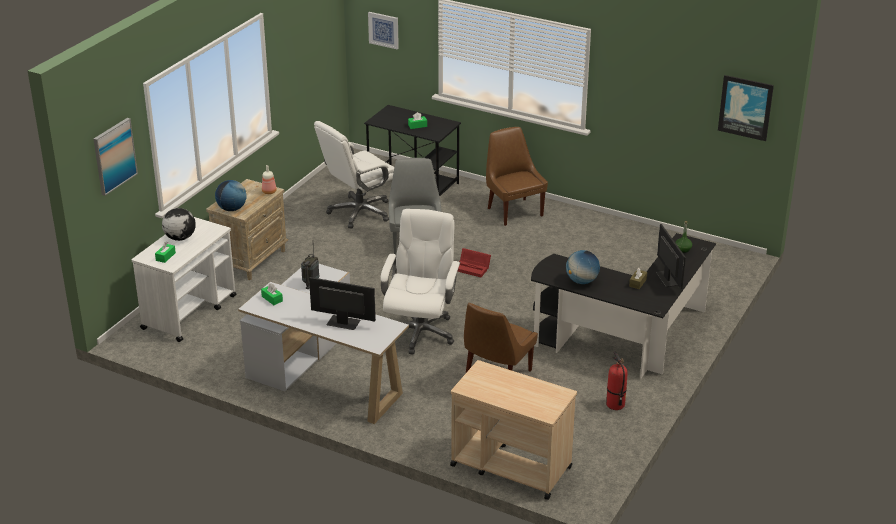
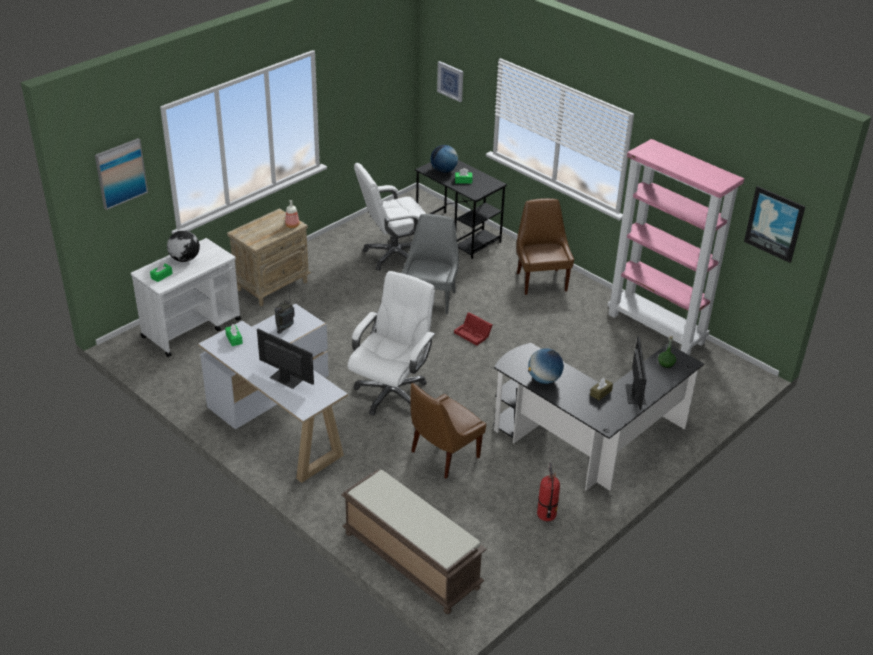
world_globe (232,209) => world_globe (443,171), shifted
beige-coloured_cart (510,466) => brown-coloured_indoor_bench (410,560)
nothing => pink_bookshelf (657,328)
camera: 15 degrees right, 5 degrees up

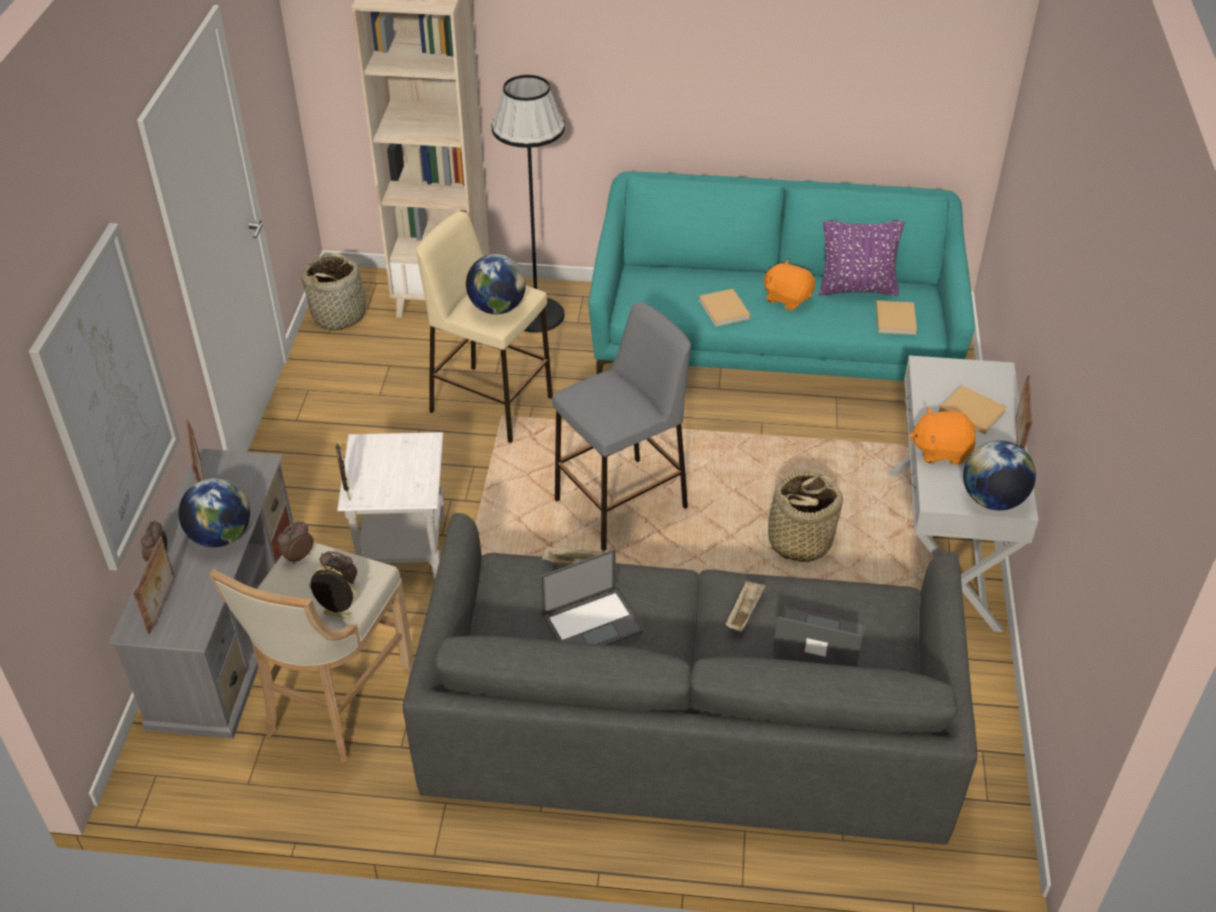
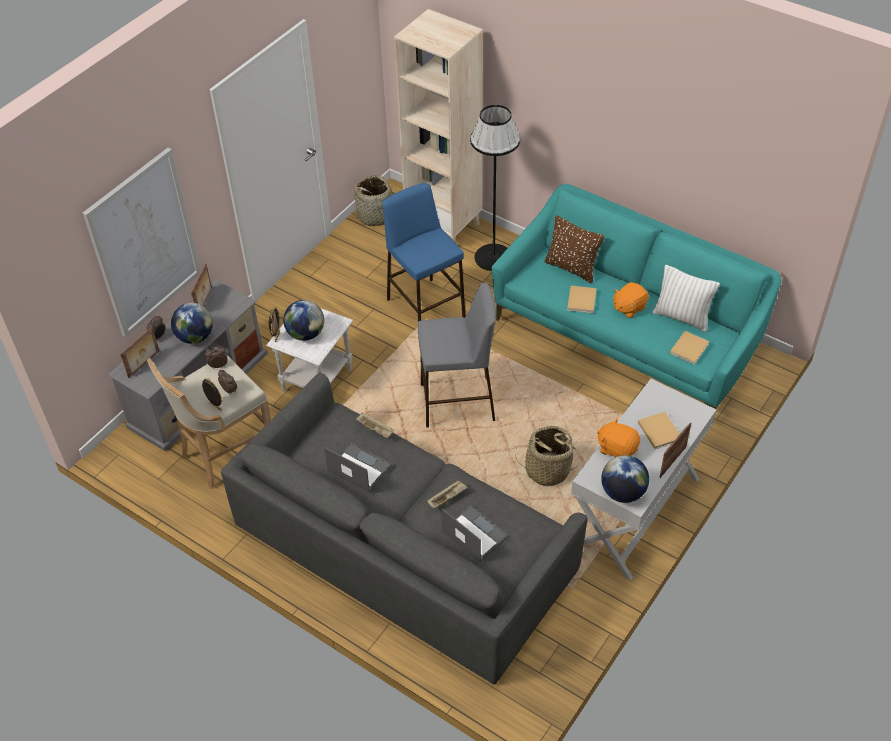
beige-coloured_stool (490,404) => blue-coloured_stool (425,307)
world_globe (497,308) => world_globe (306,334), shifted
portable_computer (593,623) => portable_computer (359,468), 150 degrees counterclockwise
orange_plush_toy (787,298) => orange_plush_toy (629,307), 105 degrees counterclockwise
purple_pillow (857,289) => white_pillow (681,317)
nothing => brown-coloured_pillow (571,268)
camera: 30 degrees right, 5 degrees up

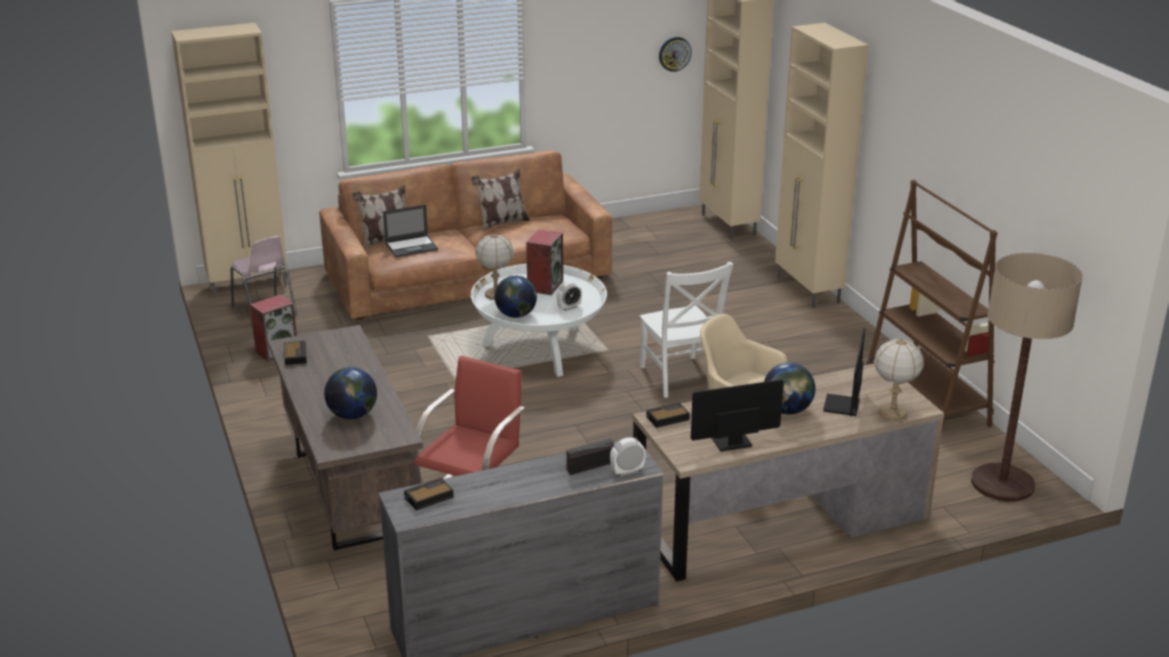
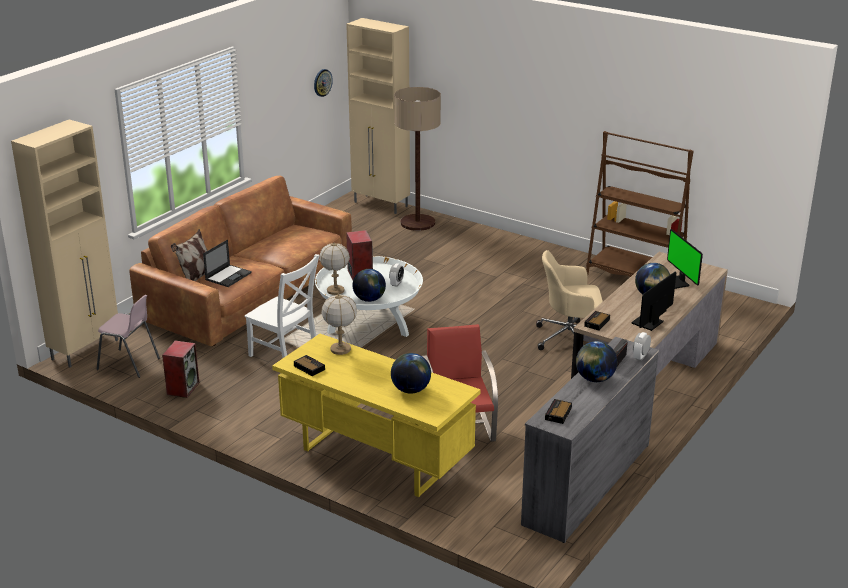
brown-coloured_desk_table (348,492) => yellow-coloured_desk_table (375,458)
pillow (501,223) => nothing
white_upright_chair (680,378) => white_upright_chair (285,354), shifted
beige-coloured_cabinet (808,291) => nothing
table_lamp (892,413) => table_lamp (340,349), shifted
standing_lamp (1002,483) => standing_lamp (417,223), shifted
nothing => world_globe (594,379)
camera: 35 degrees left, 0 degrees up

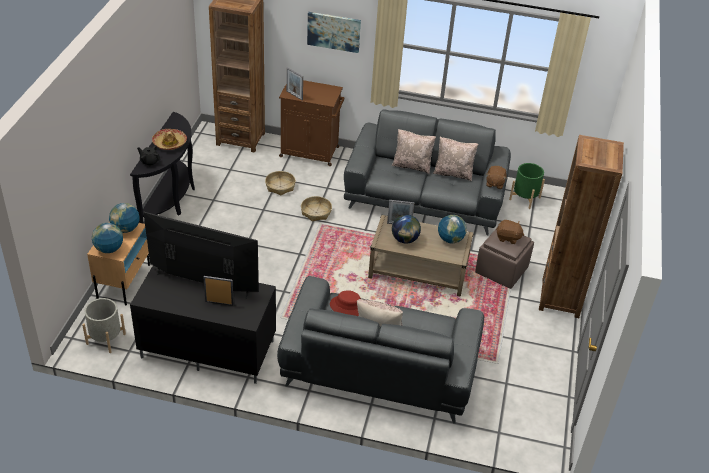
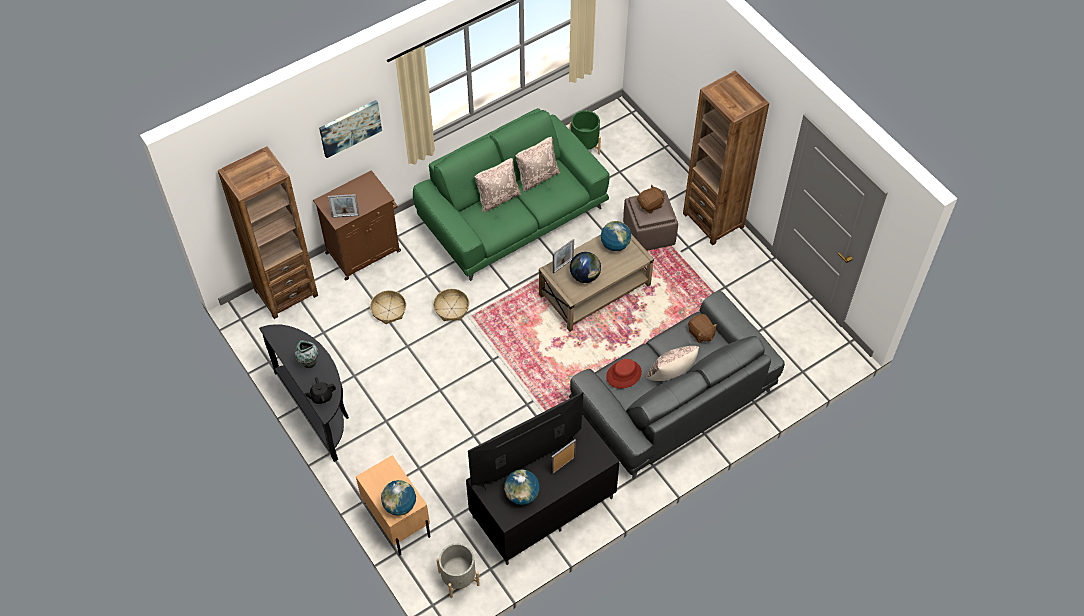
world_globe (125,229) => world_globe (522,495), shifted
hat (170,143) => flower_vase (308,362)
gray_settee (425,197) => greenish_settee (512,214)
brown-coloured_plush_toy (494,183) => brown-coloured_plush_toy (700,333), shifted
camera: 45 degrees left, 15 degrees up

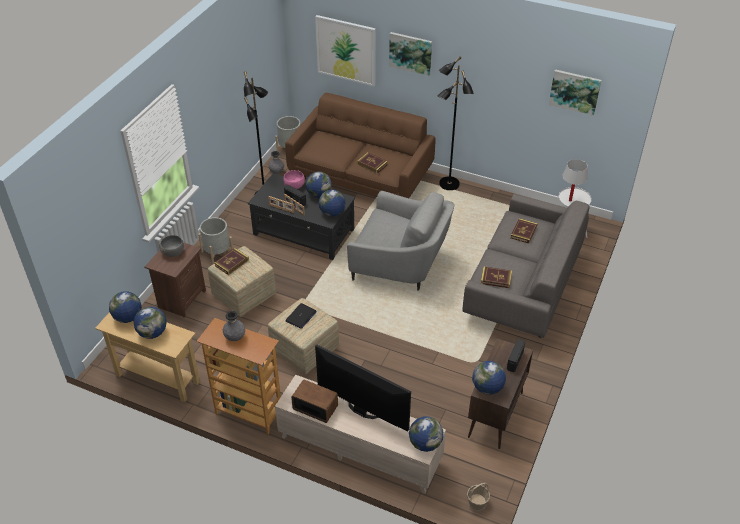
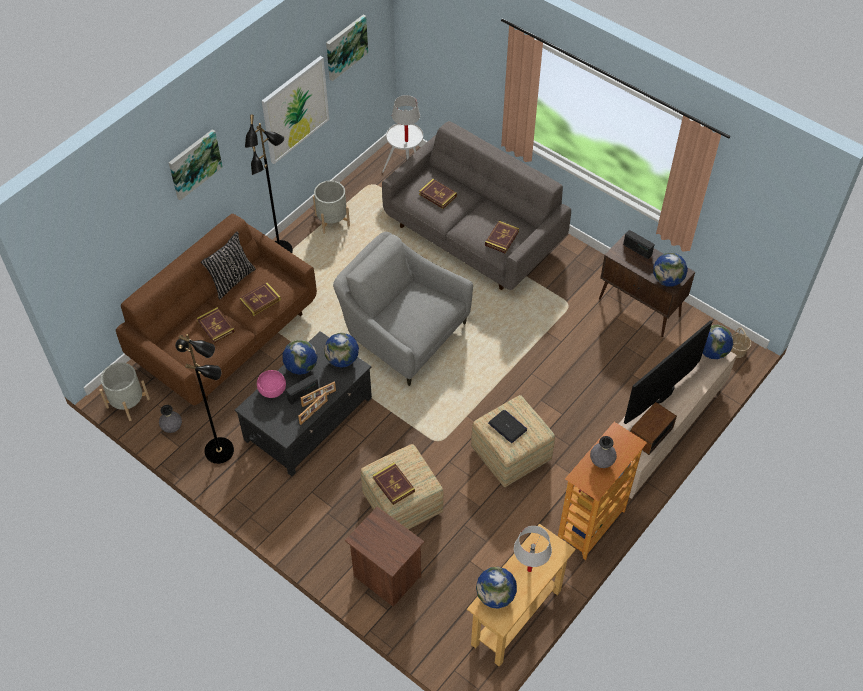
world_globe (152,333) => white_table_lamp (529,569)
gray_bowl (173,252) => nothing
gray_plant_pot (217,253) => gray_plant_pot (332,220), shifted
wall_picture (346,50) => wall_picture (295,109), shifted
gray_lounge_chair (400,264) => gray_lounge_chair (402,333), 90 degrees counterclockwise
nothing => bound_book (216,326)
nothing => black-coloured_pillow (231,280)
camera: 75 degrees left, 10 degrees up

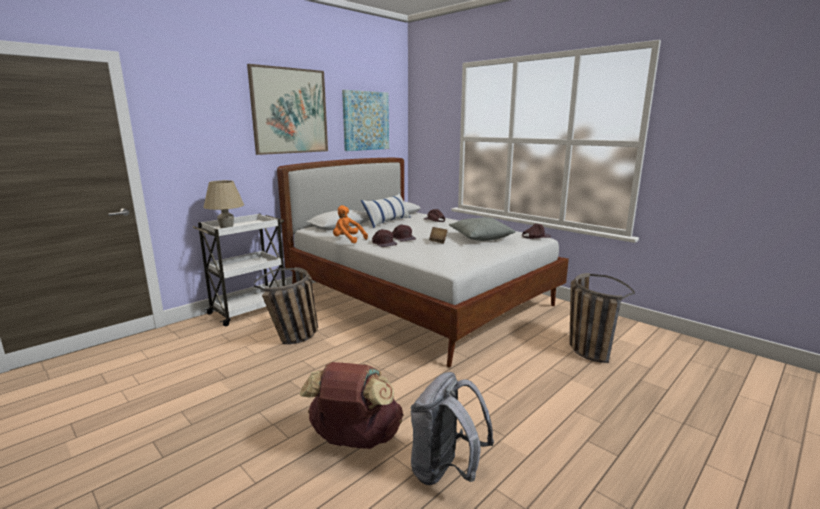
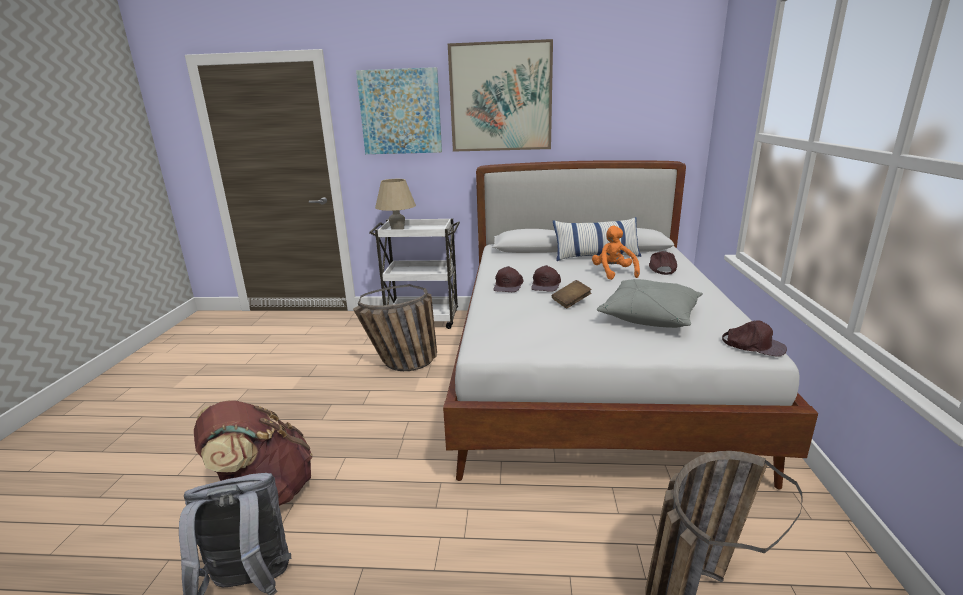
orange_plush_toy (348,240) => orange_plush_toy (613,273), shifted
wall_picture (365,121) => wall_picture (400,112), shifted
camera: 50 degrees right, 5 degrees up

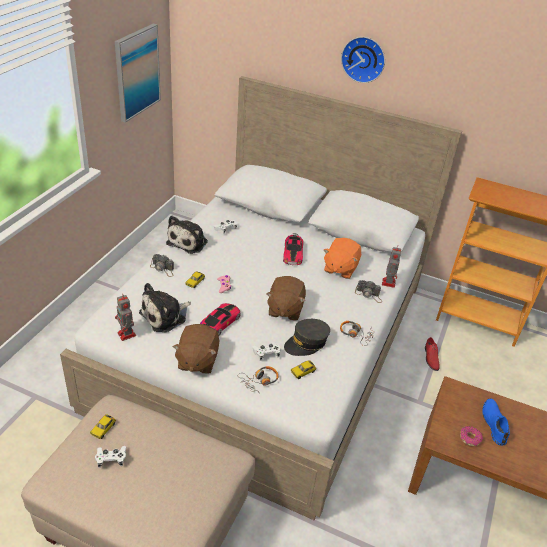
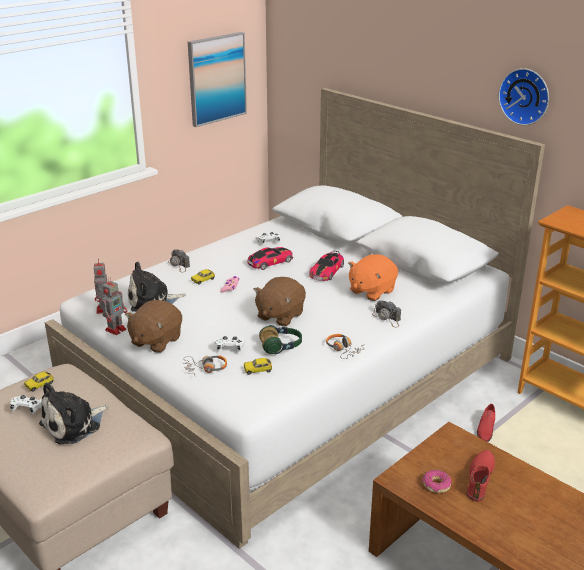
plush_toy (189,242) => plush_toy (74,425), shifted
miniature_car (220,323) => miniature_car (270,262), shifted
gray_baseball_cap (306,343) => headset (281,347)
hanging_clock (364,59) => hanging_clock (525,96), shifted
toy_robot (388,282) => toy_robot (116,329), shifted
blue-coloured_shoe (494,423) => red-coloured_shoe (480,479)
camera: 25 degrees right, 10 degrees down

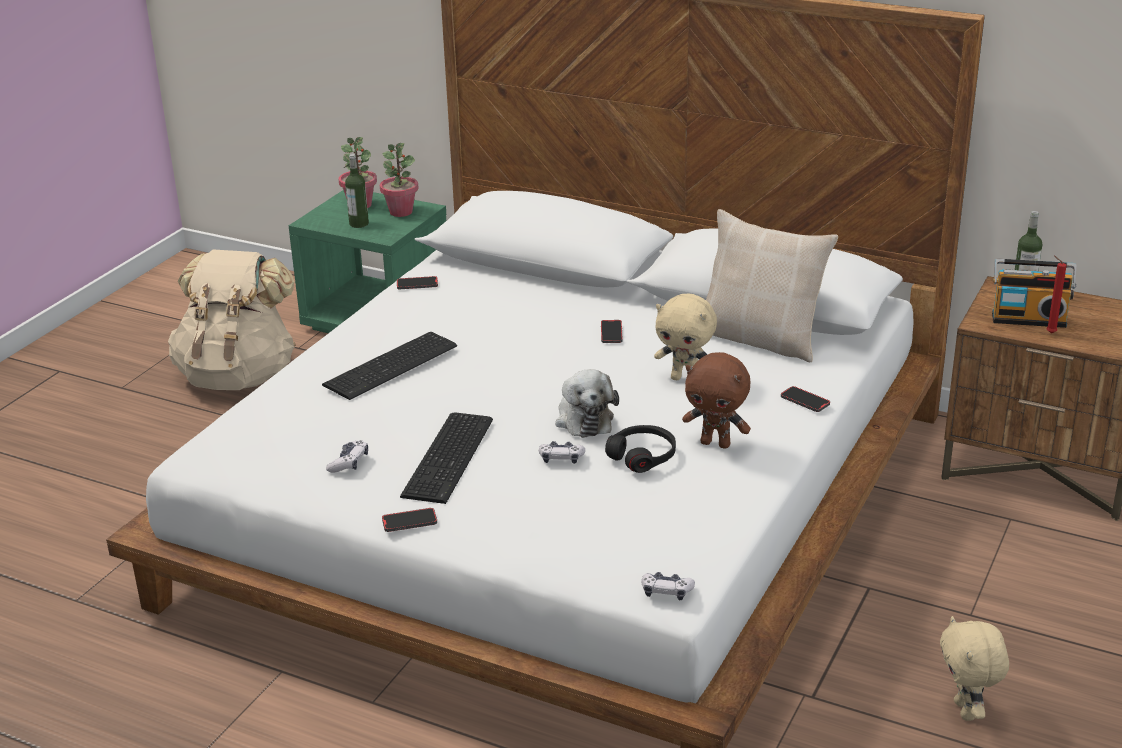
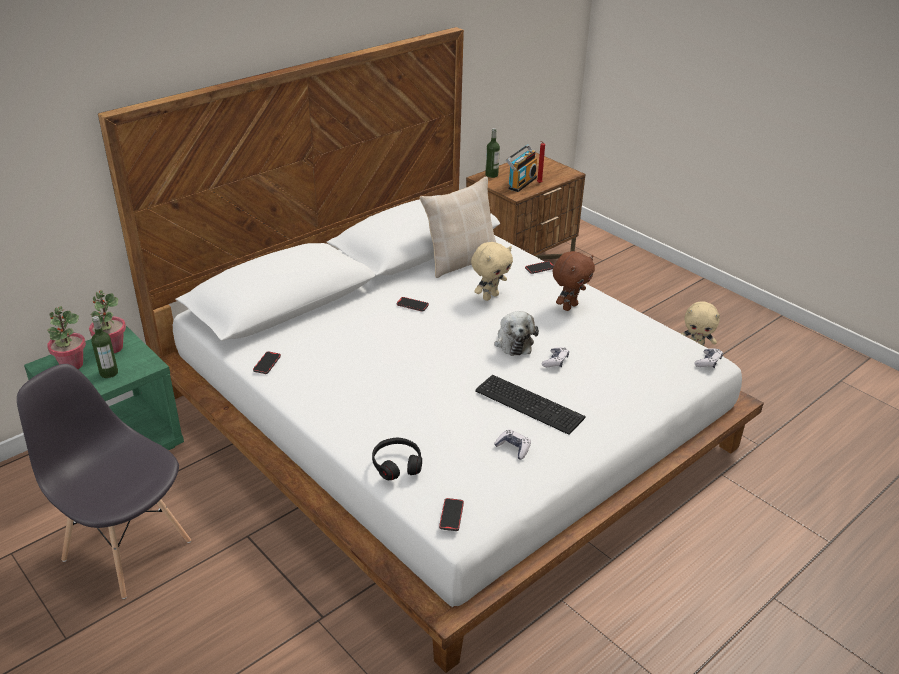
beige-coloured_rucksack (239,376) => gray_upright_chair (126,549)
computer_keyboard (394,365) => nothing
handset (409,522) => handset (451,516), shifted
plush_toy (583,418) => plush_toy (513,342), 75 degrees clockwise
black-coloured_headset (642,456) => black-coloured_headset (397,464), shifted
camera: 70 degrees left, 5 degrees up

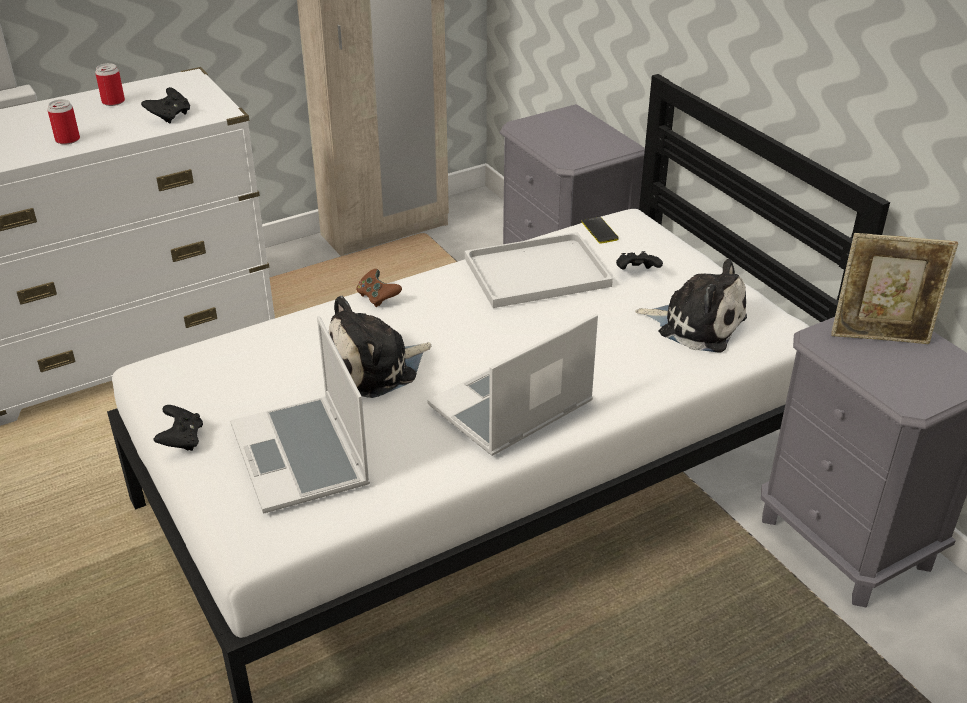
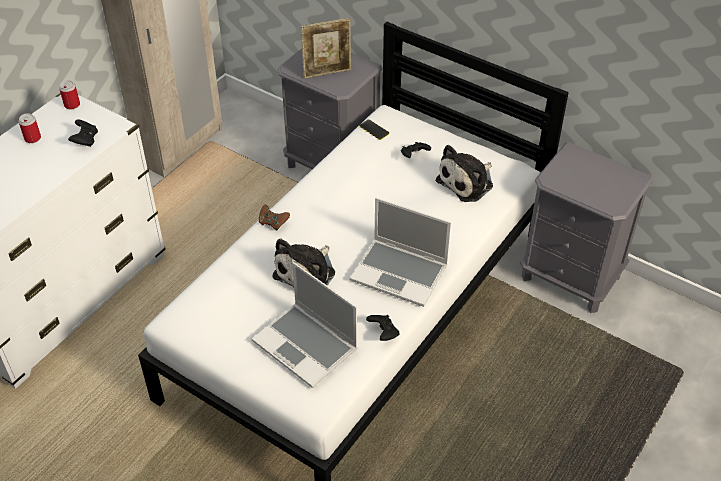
can (67,140) => can (72,105), shifted
black-coloured_joypad (182,440) => black-coloured_joypad (383,333), shifted
portable_computer (510,407) => portable_computer (400,273), 90 degrees counterclockwise
white_serving_tray (534,273) => nothing
plush_toy (696,324) => plush_toy (467,182), 135 degrees clockwise
picture_frame (880,337) => picture_frame (327,72), shifted
camera: 25 degrees left, 10 degrees up

